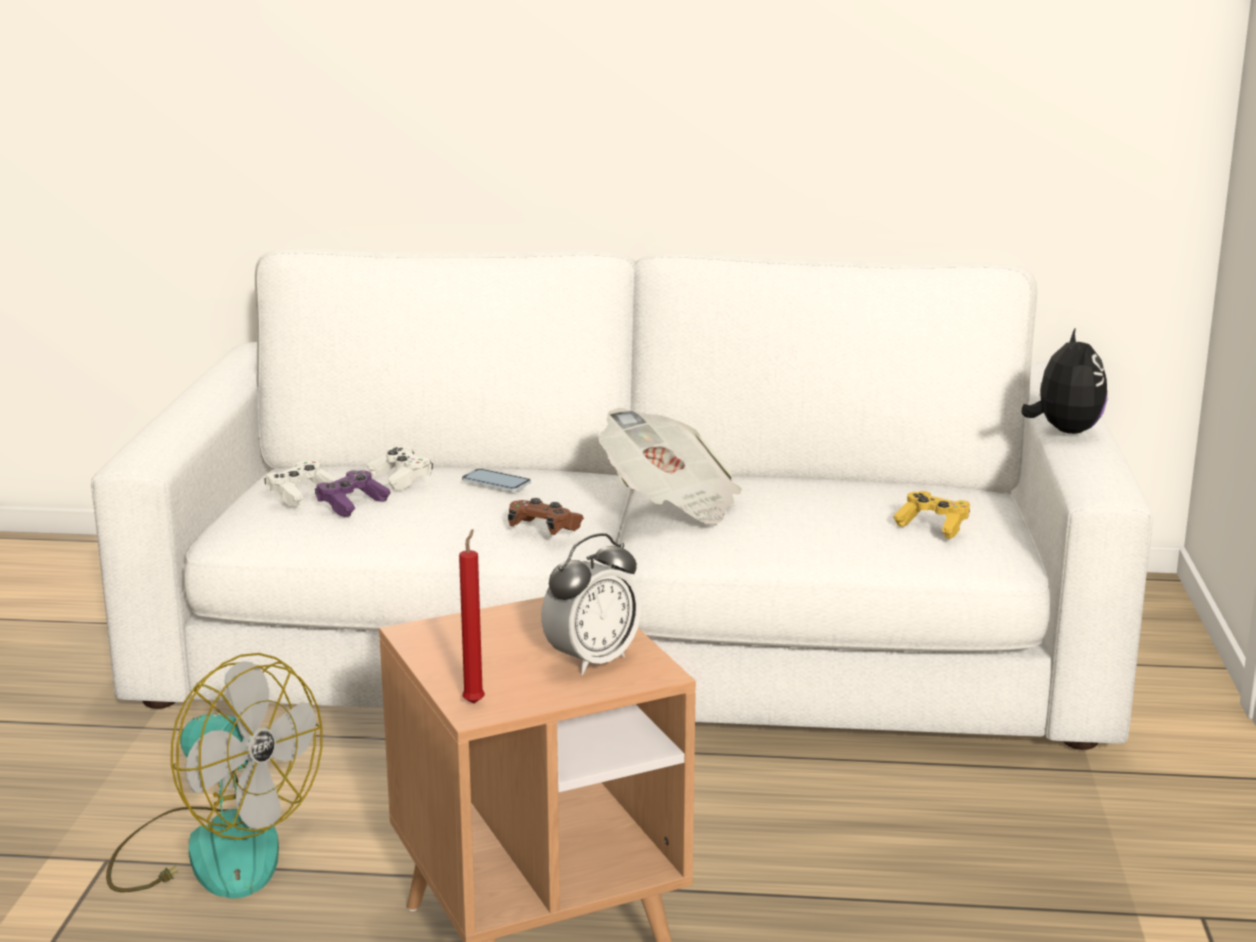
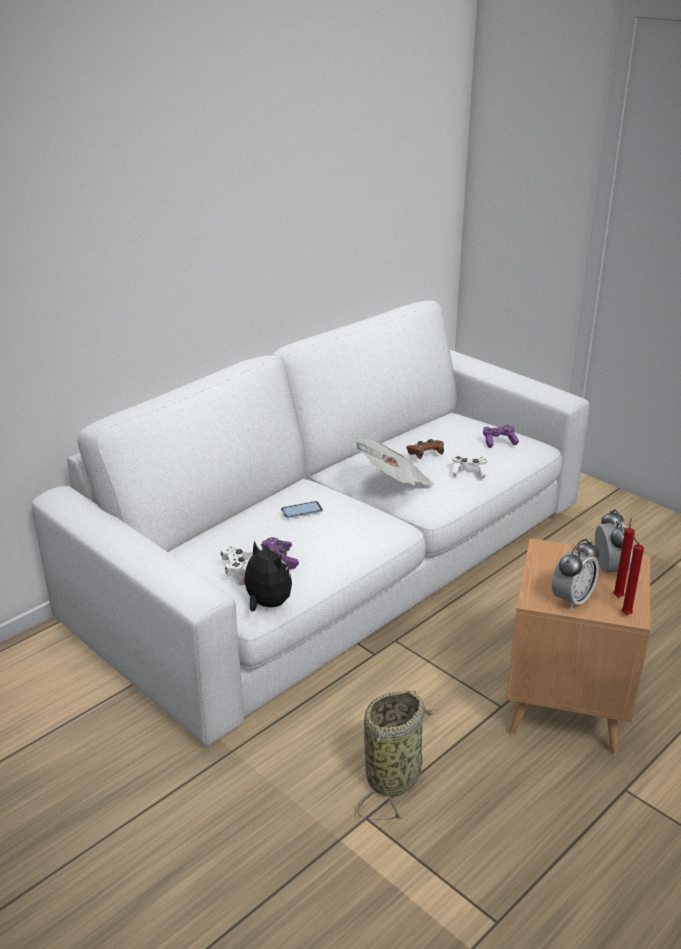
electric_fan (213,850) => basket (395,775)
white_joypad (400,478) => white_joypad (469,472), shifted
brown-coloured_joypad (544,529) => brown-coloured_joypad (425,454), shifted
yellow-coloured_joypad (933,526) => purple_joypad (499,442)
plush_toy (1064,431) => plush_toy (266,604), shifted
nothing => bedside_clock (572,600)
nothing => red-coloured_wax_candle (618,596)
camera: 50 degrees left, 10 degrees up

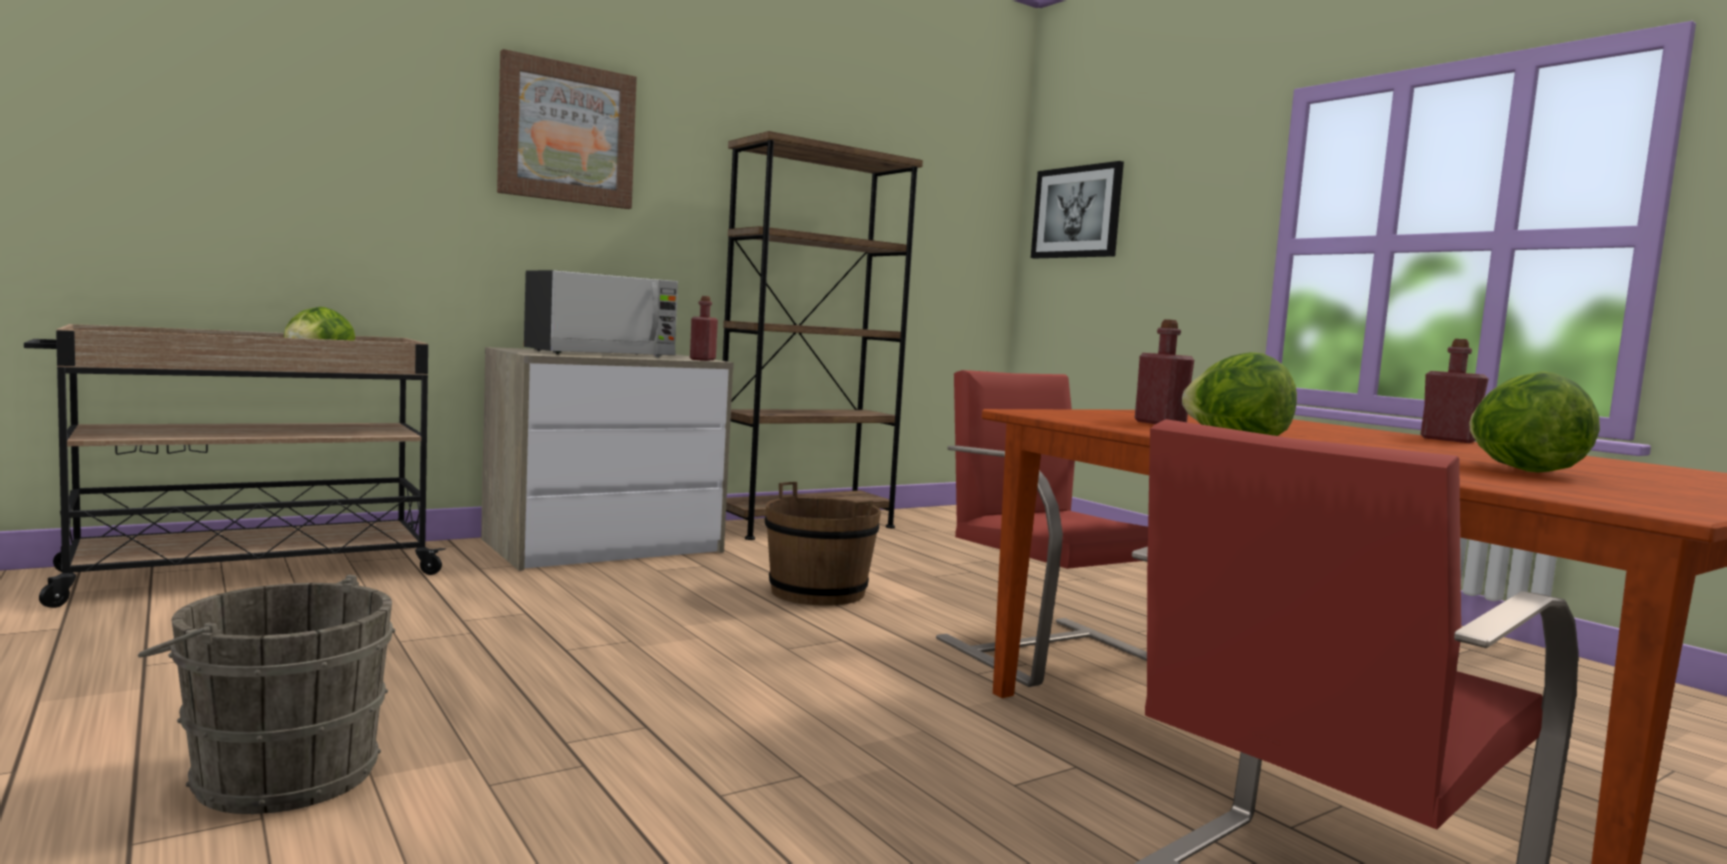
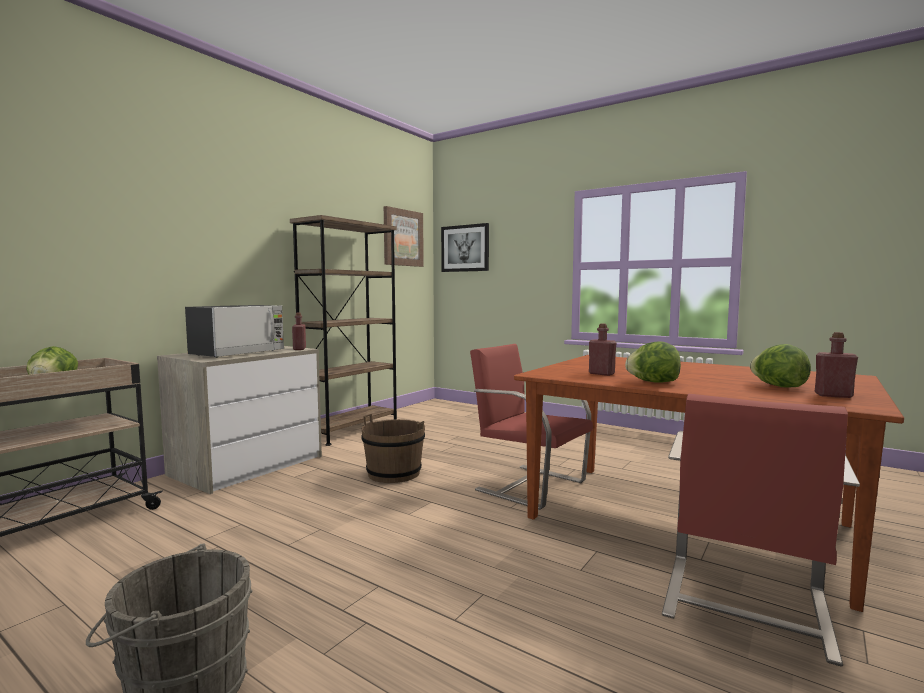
wall_picture (567,133) => wall_picture (402,238), shifted
red-coloured_beverage_bottle (1448,440) => red-coloured_beverage_bottle (833,395), shifted
camera: 20 degrees left, 0 degrees up

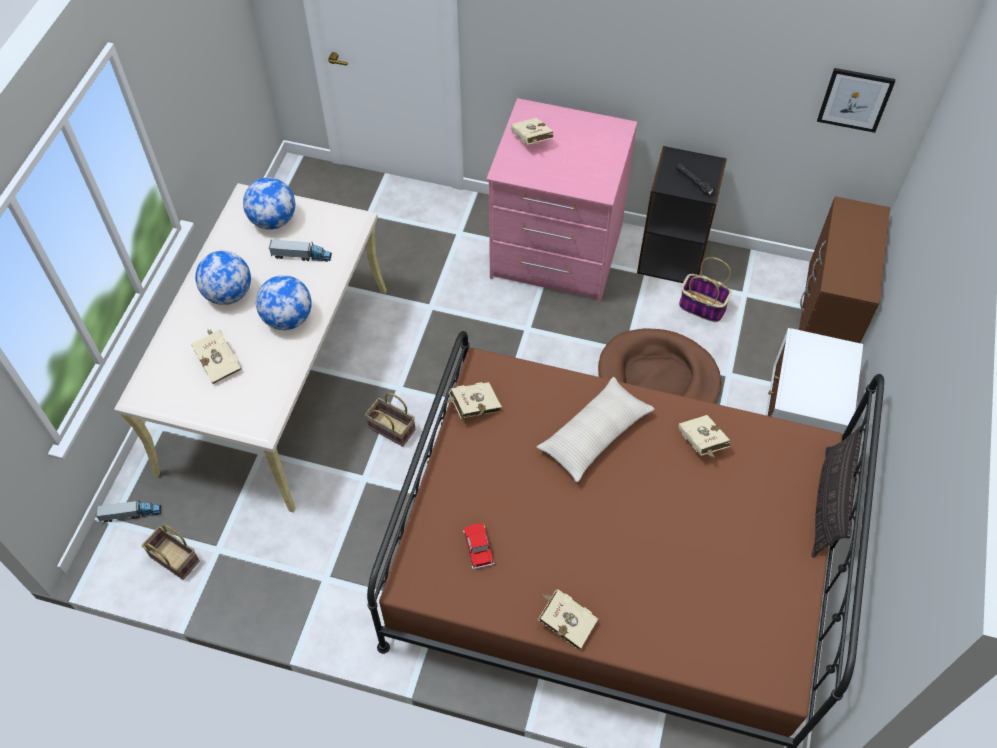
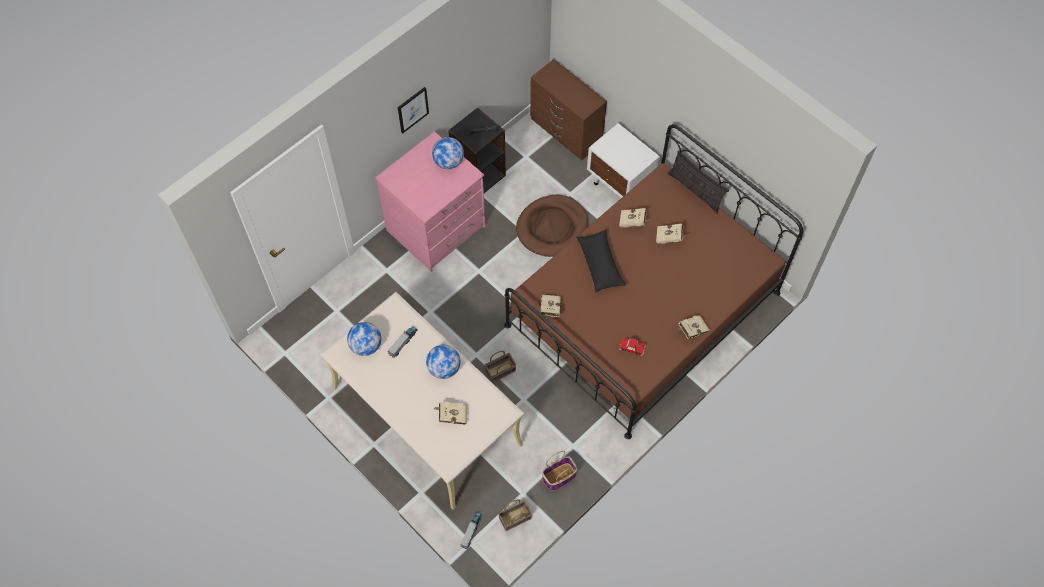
world_globe (228,294) => world_globe (448,162), shifted
beige-coloured_bound_book (531,141) => beige-coloured_bound_book (670,238), shifted
beige-coloured_pillow (595,434) => black-coloured_pillow (600,264)
basket (701,306) => basket (558,477), shifted
wall_picture (855,99) => wall_picture (412,109), shifted
camera: 60 degrees left, 5 degrees up

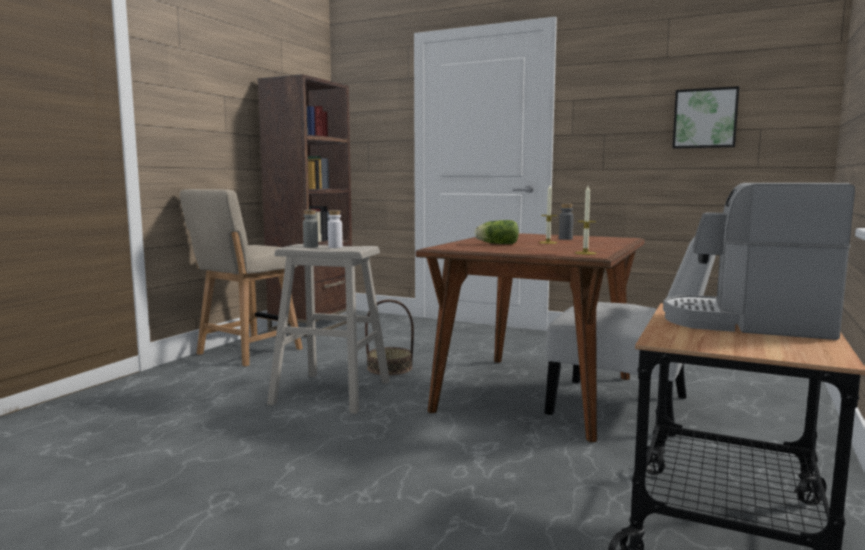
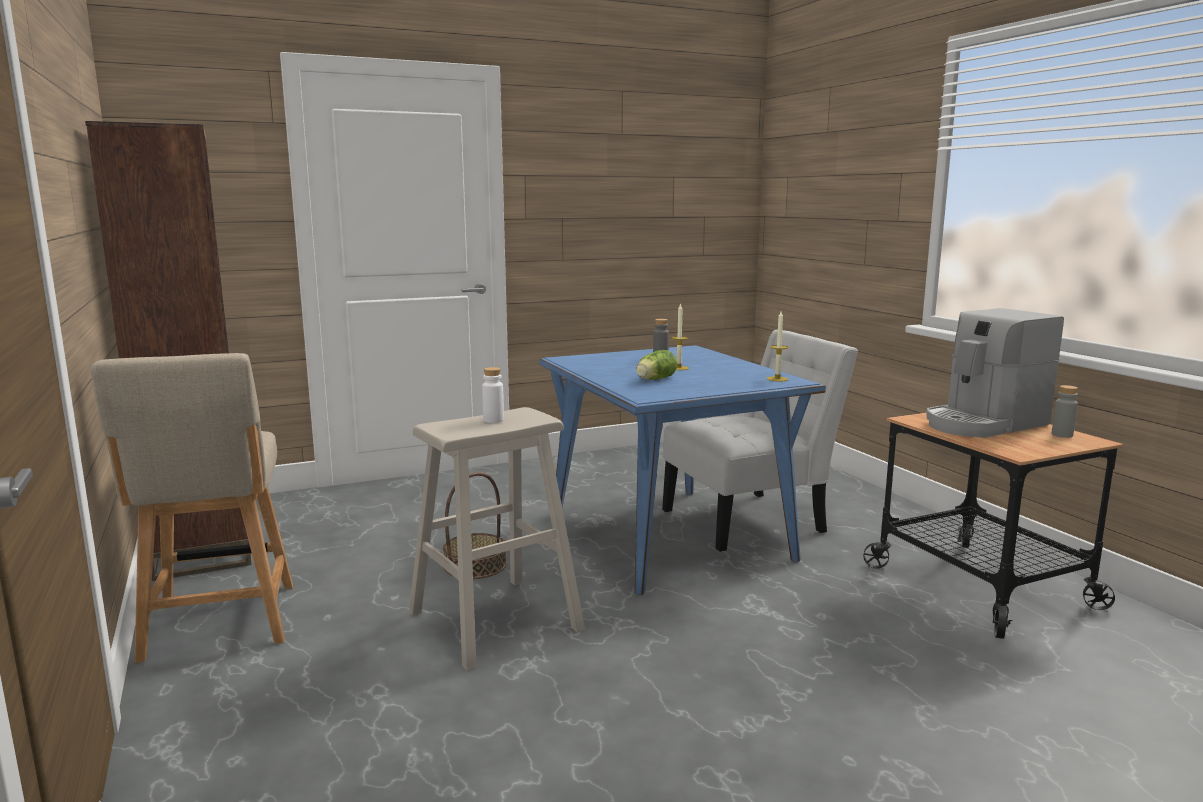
gray_beverage_bottle (310,247) => gray_beverage_bottle (1062,435), shifted
brown-coloured_dinner_table (536,394) => blue-coloured_dinner_table (668,536)
wall_picture (705,118) => nothing
camera: 50 degrees left, 5 degrees up

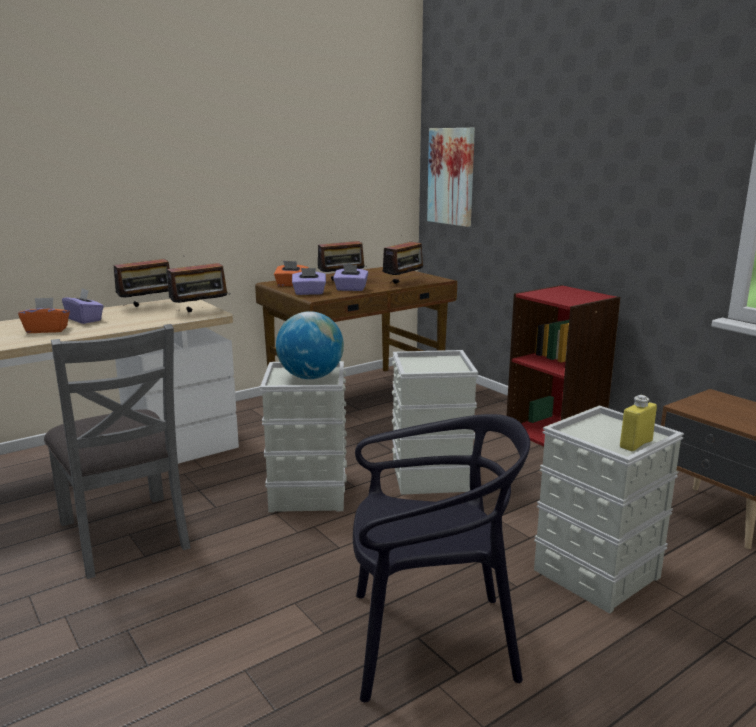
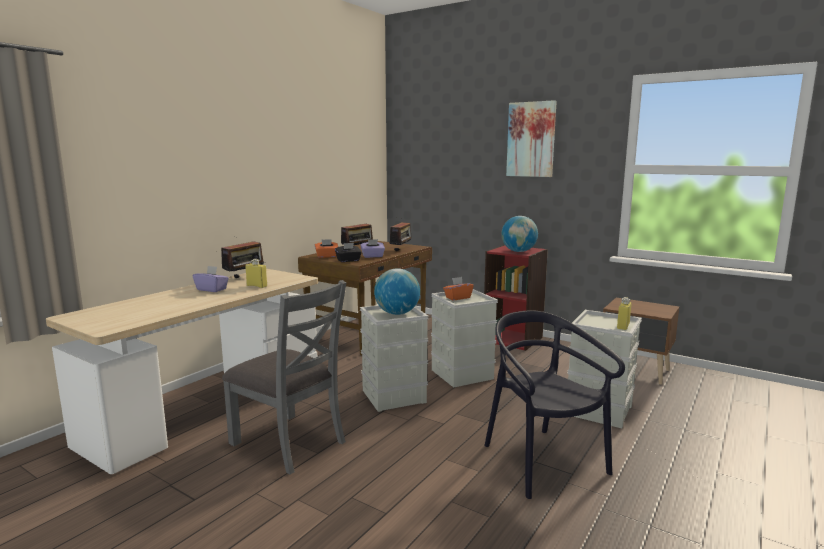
orange_tissue_holder (47,330) => orange_tissue_holder (458,298), shifted
radio (200,312) => nothing
purple_tissue_holder (309,293) => black-coloured_tissue_holder (348,260)
black-coloured_upright_chair (429,641) => black-coloured_upright_chair (542,462), 90 degrees counterclockwise
wall_picture (451,176) => wall_picture (531,139), shifted
nothing => yellow-coloured_beverage_bottle (257,286)
nothing => world_globe (518,251)
camera: 20 degrees left, 5 degrees down

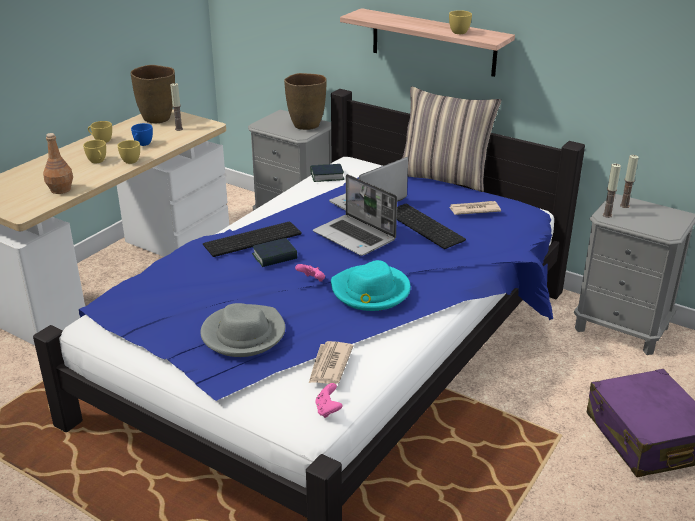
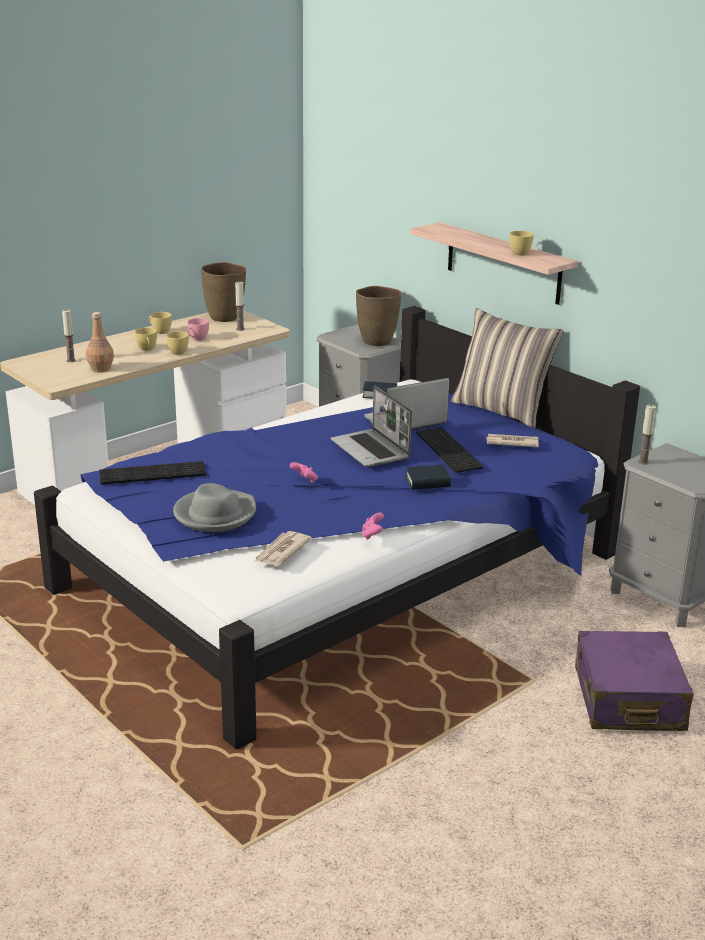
blue-coloured_small_cup (142,144) => pink_small_cup (197,339)
computer_keyboard (252,240) => computer_keyboard (151,474), shifted
bound_book (274,257) => bound_book (427,482), shifted
pink_joypad (328,410) => pink_joypad (372,535), shifted
turquoise-coloured_hat (370,291) => nothing
wax_candle (624,205) => wax_candle (71,360), shifted
camera: 15 degrees right, 5 degrees down

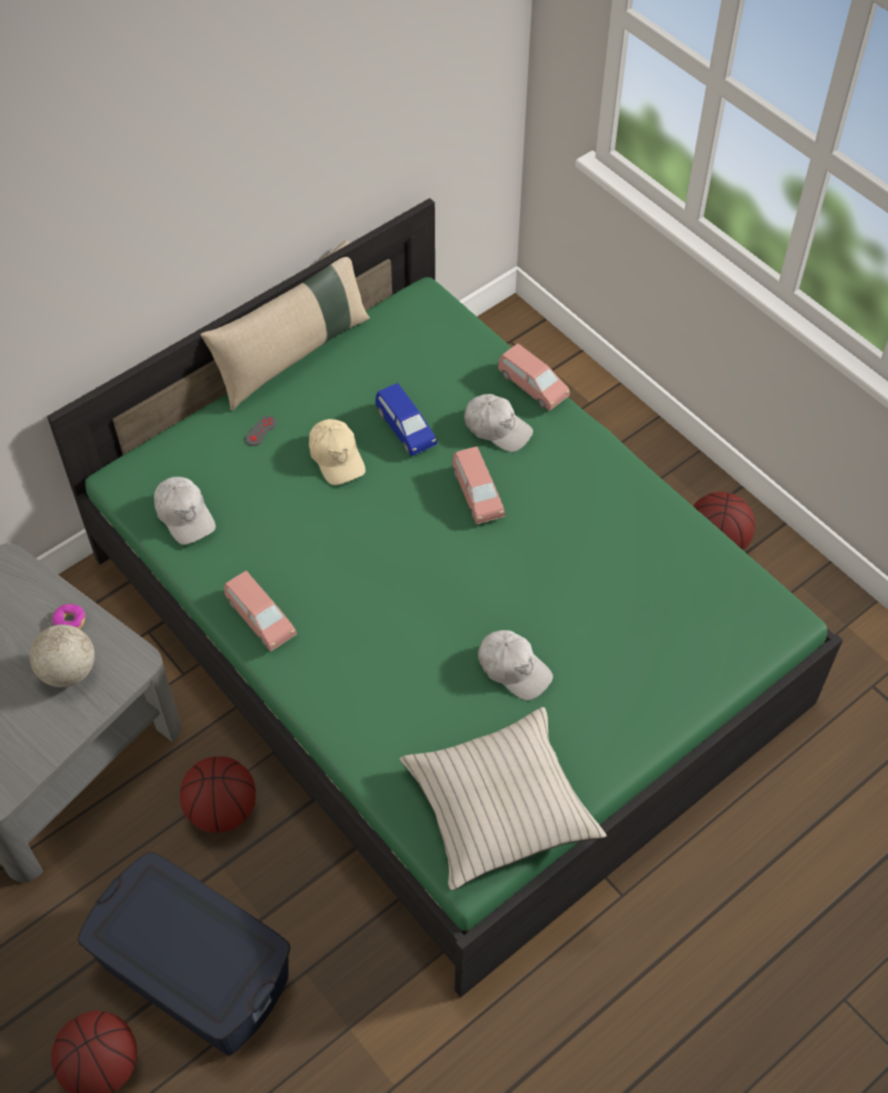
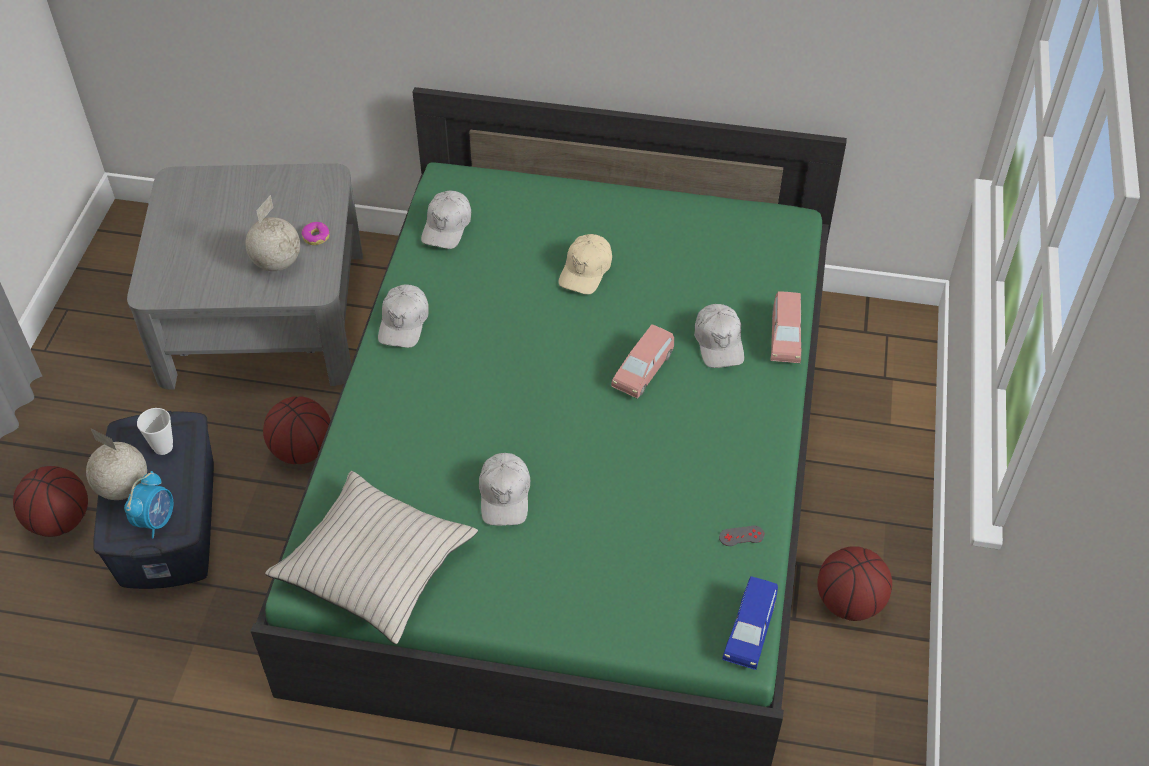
beige-coloured_pillow (293,354) => nothing
pink_miniature_car (260,618) => white_baseball_cap (404,322)
gray_joypad (260,431) => gray_joypad (741,536), shifted
blue-coloured_miniature_car (405,428) => blue-coloured_miniature_car (750,630), shifted
nothing => world_globe (124,488)
nothing => bedside_clock (156,520)
nothing => small_cup (163,447)
camera: 50 degrees right, 5 degrees down

